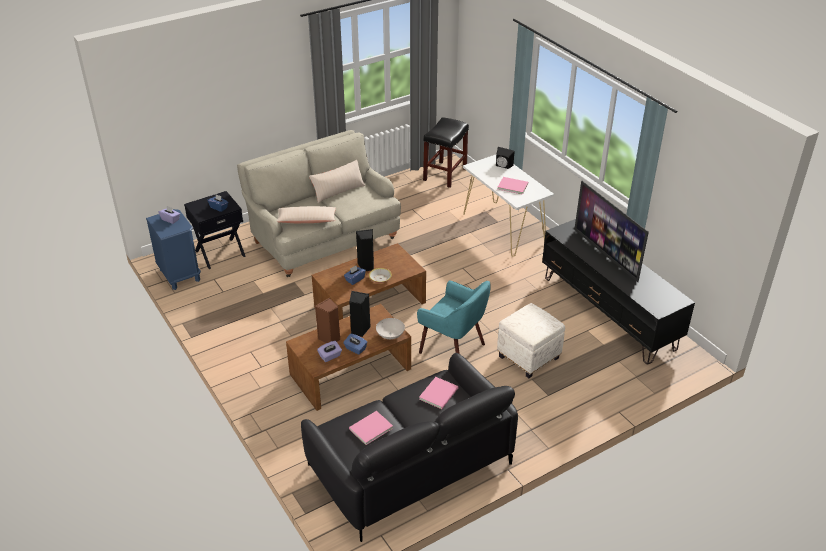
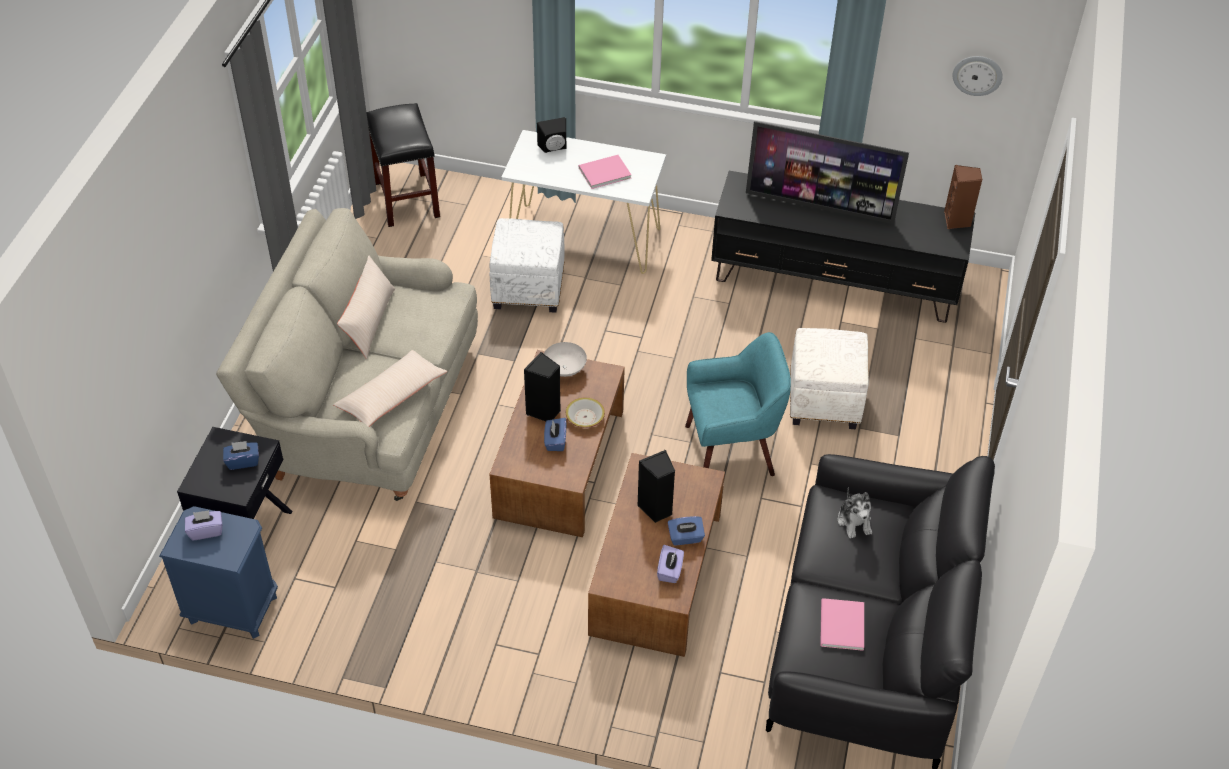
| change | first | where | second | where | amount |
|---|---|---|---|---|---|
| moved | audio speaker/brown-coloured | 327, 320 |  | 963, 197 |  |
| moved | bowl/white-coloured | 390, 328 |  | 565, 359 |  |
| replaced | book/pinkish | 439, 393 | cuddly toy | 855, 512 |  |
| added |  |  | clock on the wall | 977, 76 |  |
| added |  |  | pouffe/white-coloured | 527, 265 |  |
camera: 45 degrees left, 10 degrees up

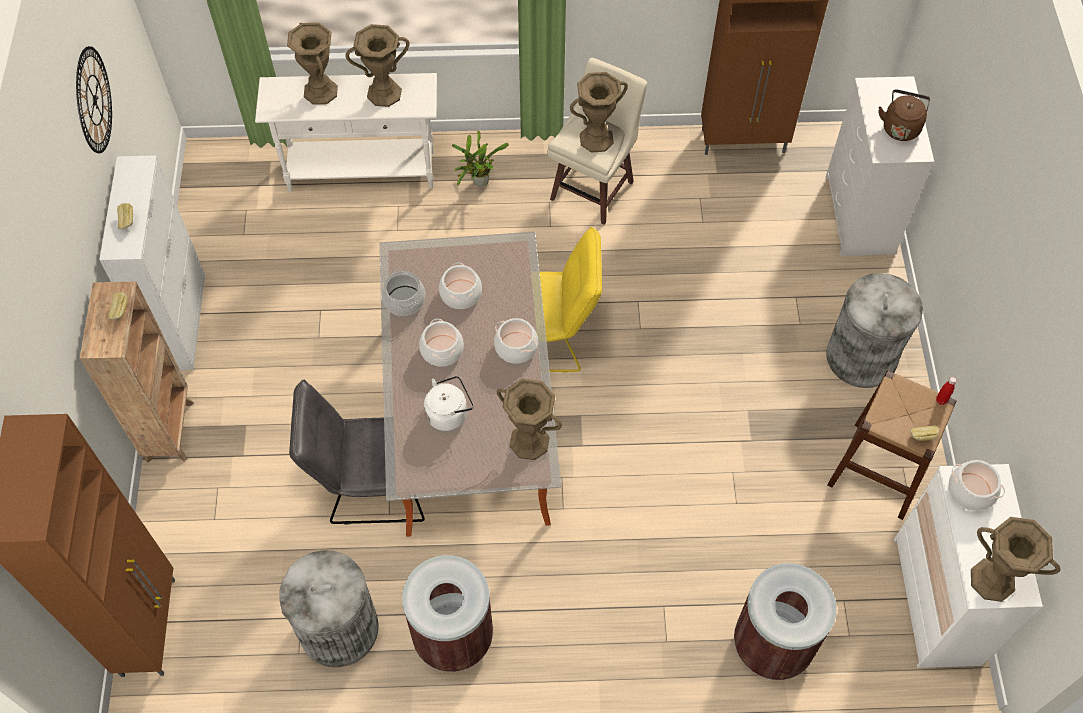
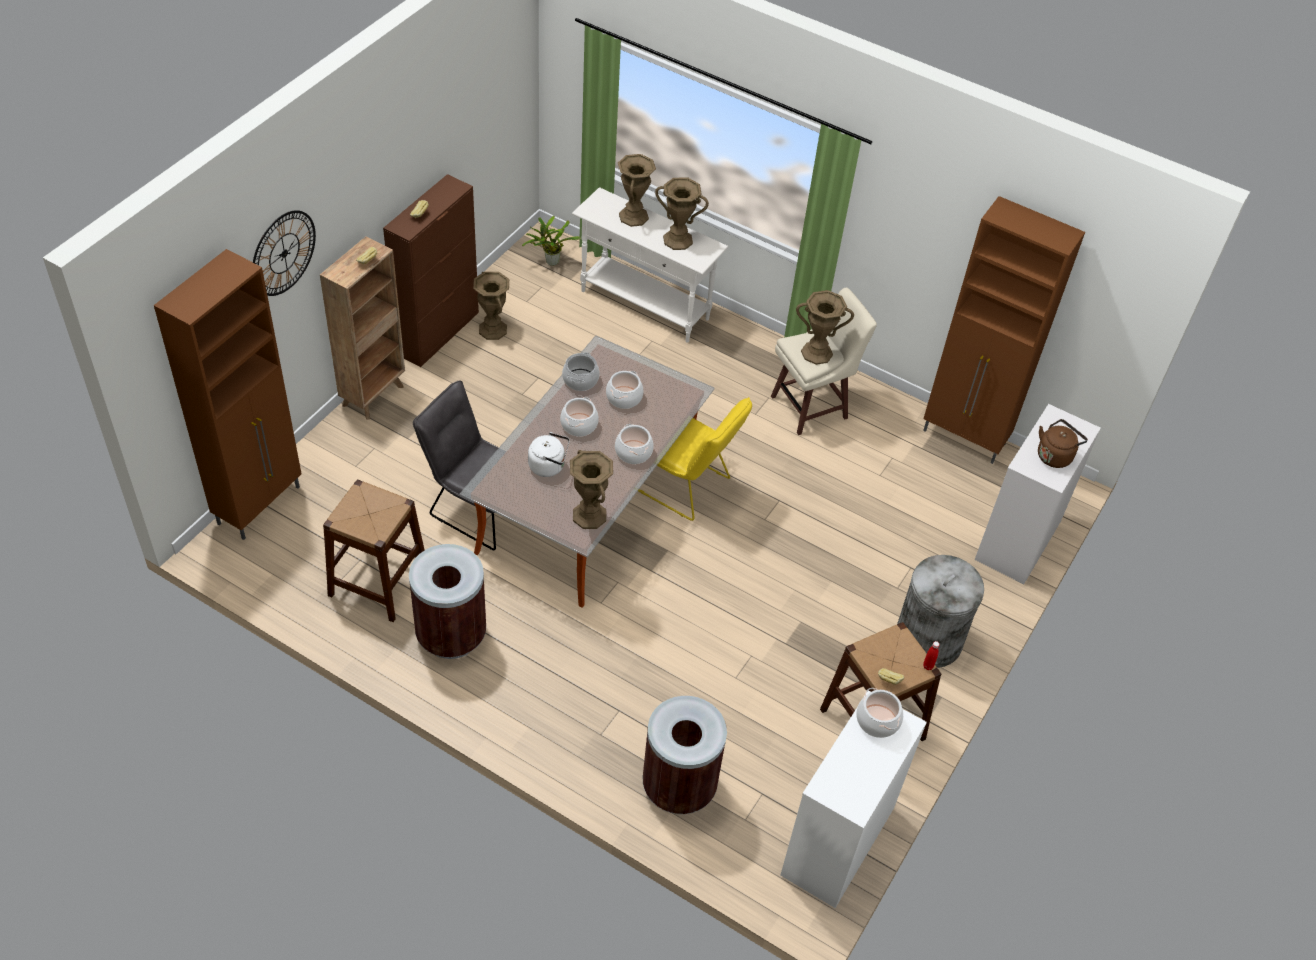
| change | first | where | second | where | amount |
|---|---|---|---|---|---|
| moved | clock on the wall | 94, 99 |  | 284, 253 |  |
| moved | houseplant | 480, 159 |  | 551, 241 |  |
| recoloured | cupboard/white-coloured | 152, 262 | cupboard/brown-coloured | 431, 270 |  |
| moved | vase/brown-coloured | 1016, 559 |  | 491, 306 |  |
| replaced | waste bin/grey | 328, 608 | sitting stool/brown-coloured | 374, 550 |  |
camera: 30 degrees right, 10 degrees down

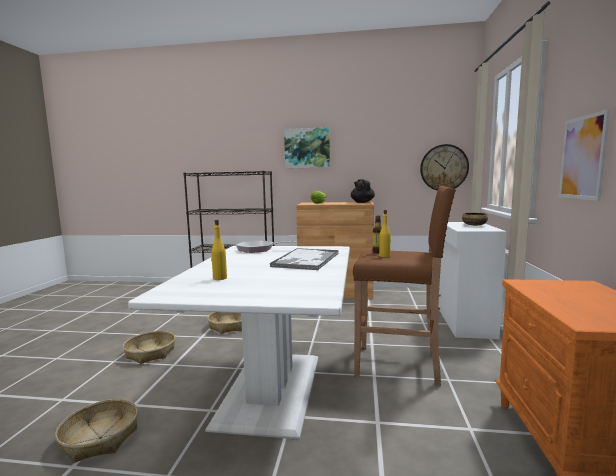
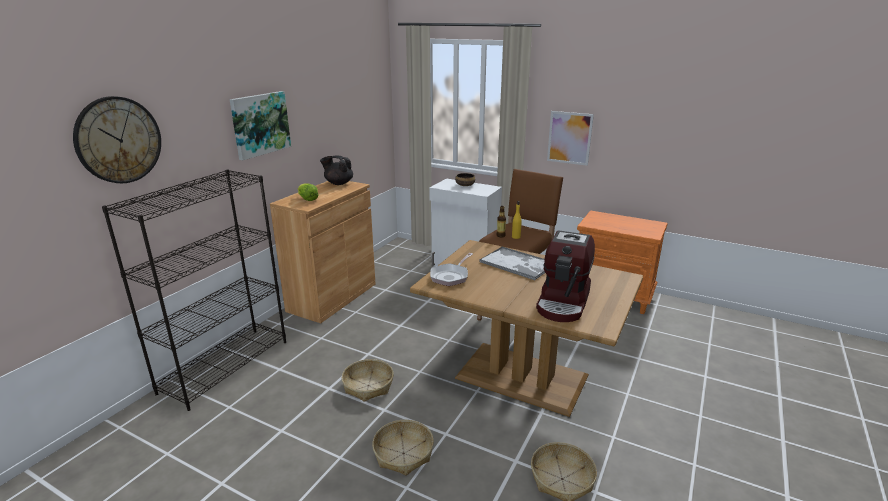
| change | first | where | second | where | amount |
|---|---|---|---|---|---|
| moved | clock on the wall | 444, 167 |  | 117, 139 |  |
| replaced | bottle/yellow | 219, 250 | coffee maker | 565, 276 |  |
| recoloured | dinner table/white-coloured | 239, 342 | dinner table/brown-coloured | 526, 328 |  |
camera: 70 degrees left, 15 degrees up

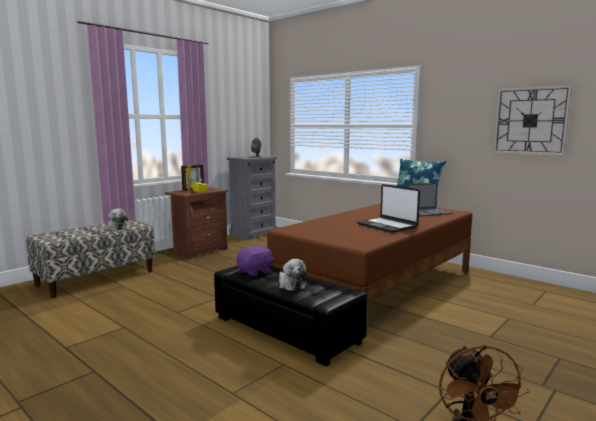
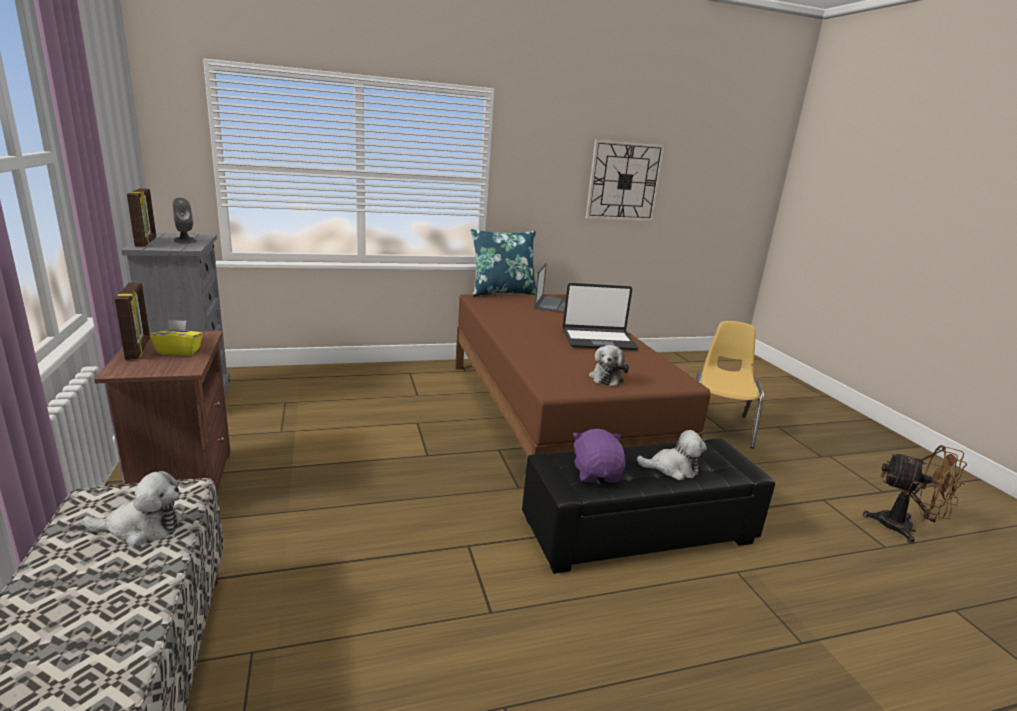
| change | first | where | second | where | amount |
|---|---|---|---|---|---|
| added |  |  | standing frame | 141, 217 |  |
| added |  |  | chair/yellow | 730, 385 |  |
| added |  |  | cuddly toy | 609, 366 |  |
camera: 60 degrees left, 10 degrees up

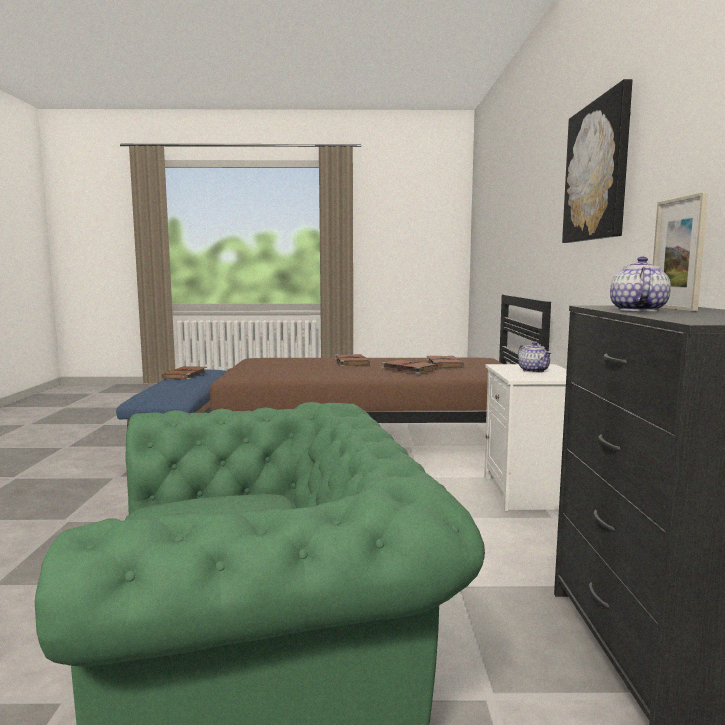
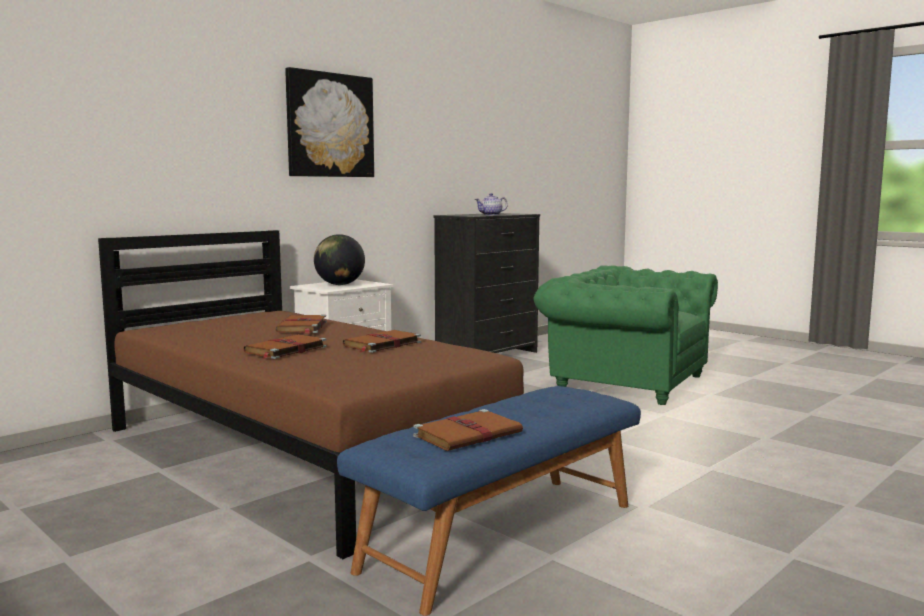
| change | first | where | second | where | amount |
|---|---|---|---|---|---|
| removed | standing frame | 680, 251 |  |  |  |
| replaced | teapot | 535, 357 | desk globe | 339, 259 |  |
| moved | book/brown-coloured | 445, 362 |  | 382, 341 |  |
camera: 135 degrees left, 0 degrees up

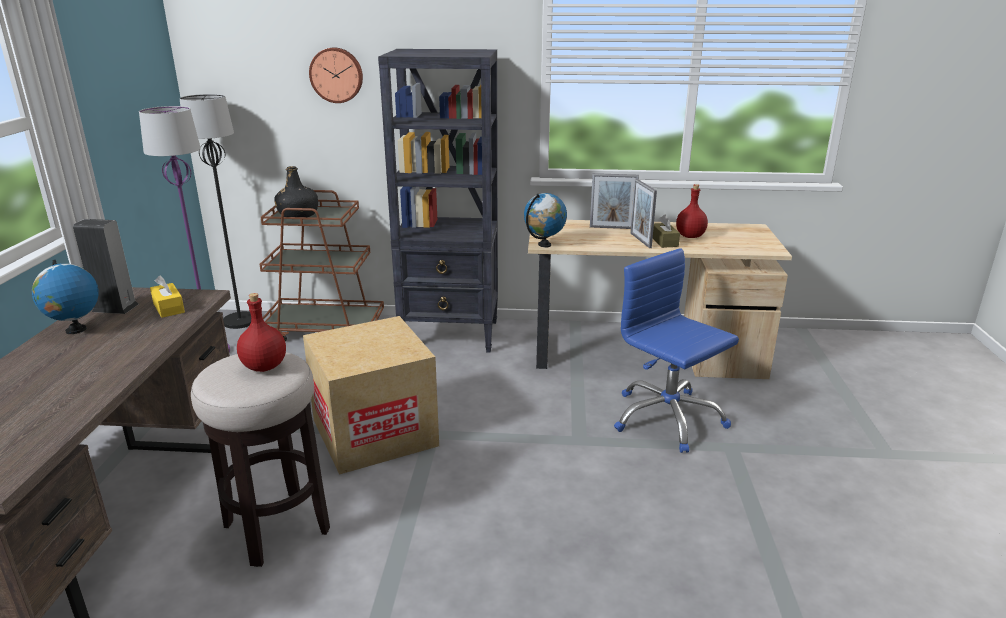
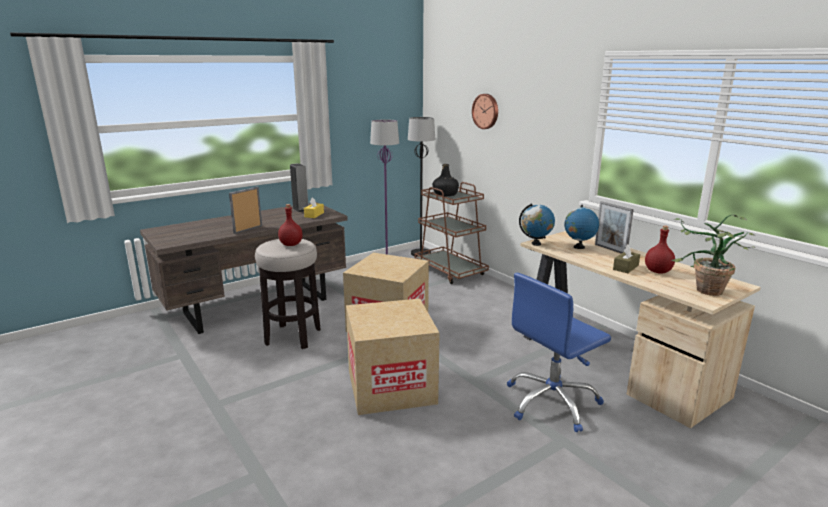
| change | first | where | second | where | amount |
|---|---|---|---|---|---|
| removed | bookcase/black-coloured | 438, 201 |  |  |  |
| moved | standing frame | 643, 213 |  | 245, 210 |  |
| turned | office chair/blue-coloured | 676, 350 |  | 559, 352 | 135 degrees counterclockwise |
| moved | desk globe | 65, 297 |  | 581, 227 |  |
| added |  |  | houseplant | 713, 255 |  |
| added |  |  | packing box | 392, 356 |  |
camera: 50 degrees right, 5 degrees down

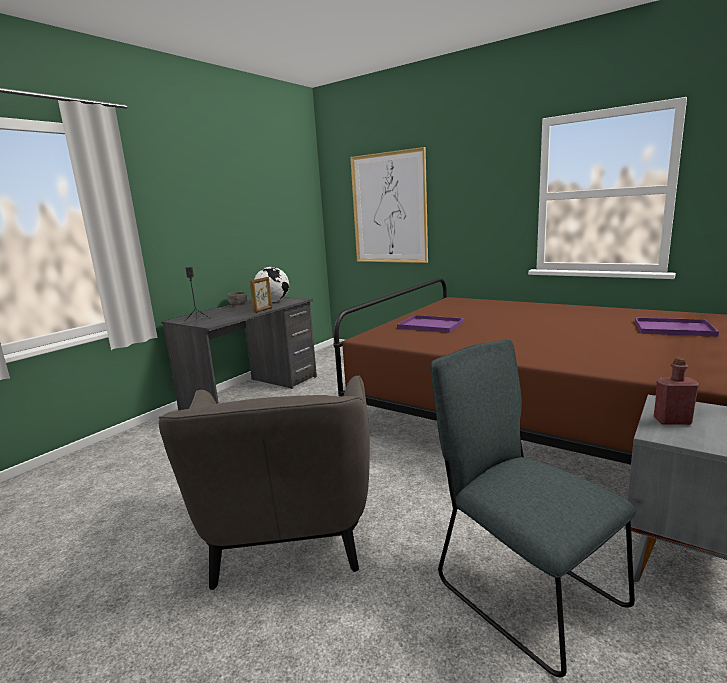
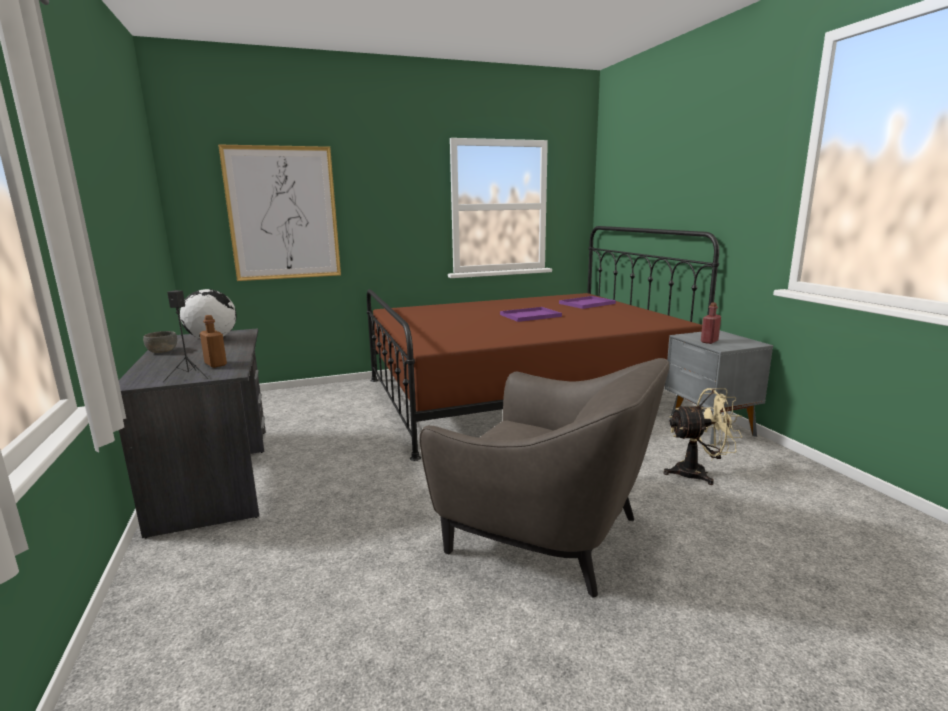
| change | first | where | second | where | amount |
|---|---|---|---|---|---|
| removed | standing frame | 261, 295 |  |  |  |
| moved | serving tray/purplish | 430, 324 |  | 531, 314 |  |
| replaced | chair/grey | 533, 508 | electric fan/beige-coloured | 702, 436 |  |
| added |  |  | bottle/brown-coloured | 213, 341 |  |
camera: 55 degrees left, 0 degrees up

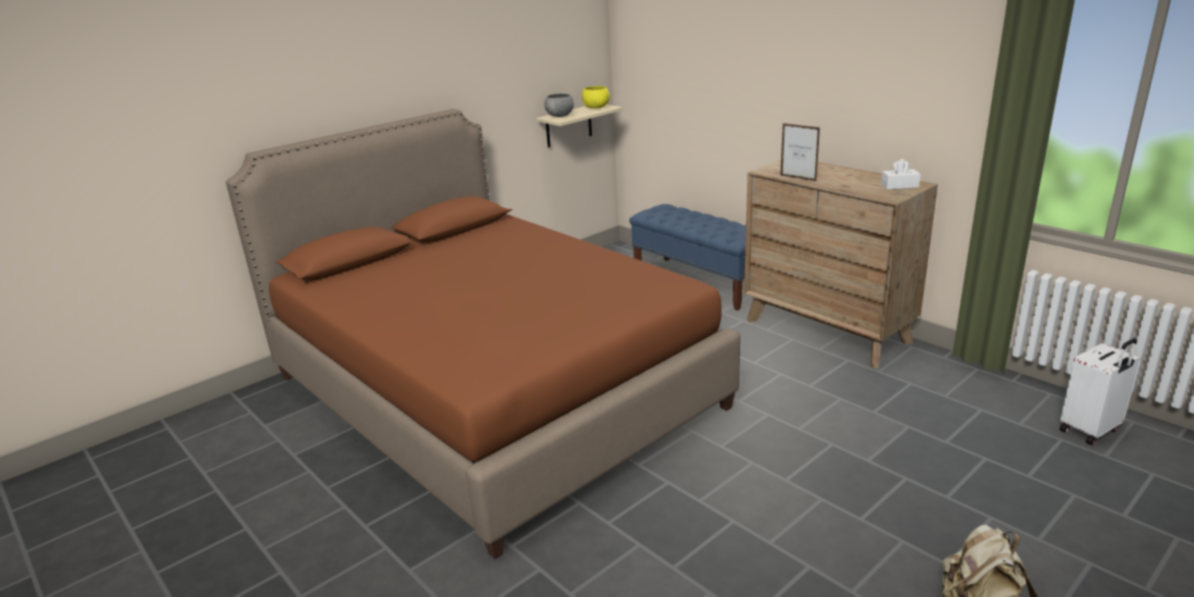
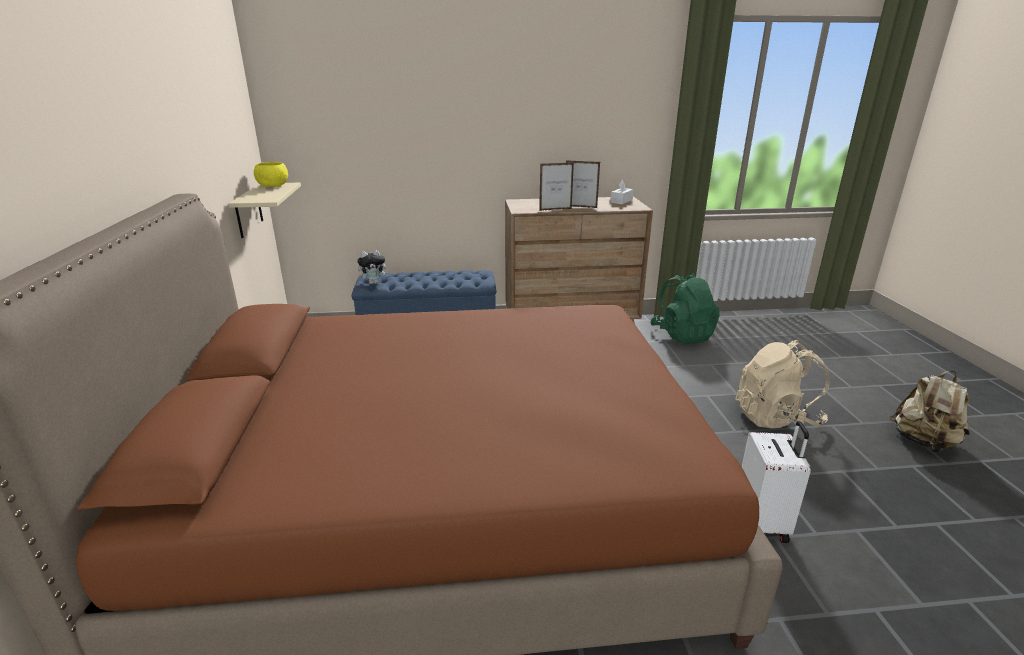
| change | first | where | second | where | amount |
|---|---|---|---|---|---|
| removed | bowl/grey | 559, 105 |  |  |  |
| moved | piece of luggage/white-coloured | 1100, 391 |  | 776, 482 |  |
| added |  |  | standing frame | 583, 184 |  |
| added |  |  | cuddly toy | 373, 267 |  |
| added |  |  | backpack/green-coloured | 685, 308 |  |
| added |  |  | backpack/beige-coloured | 782, 384 |  |
camera: 55 degrees left, 0 degrees up

